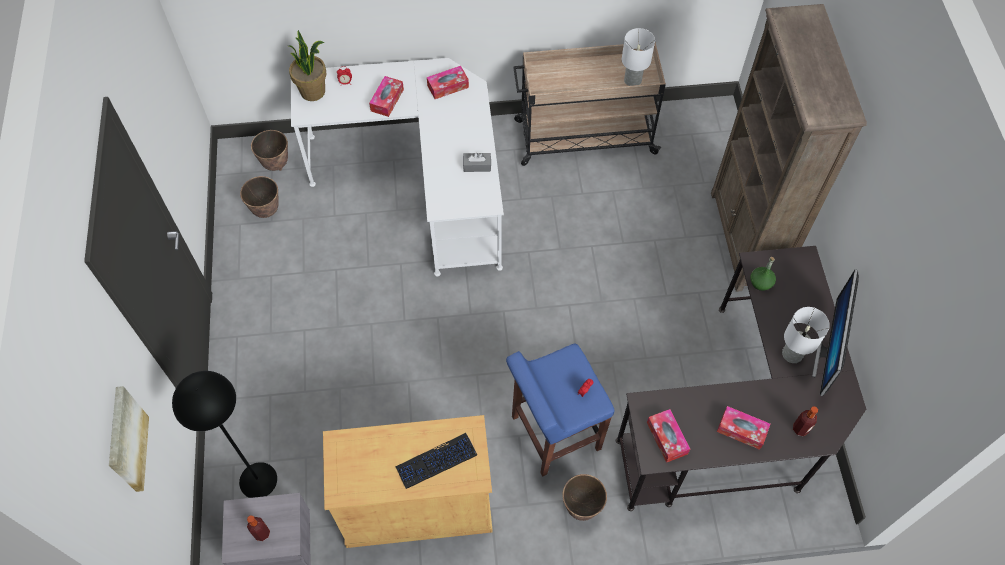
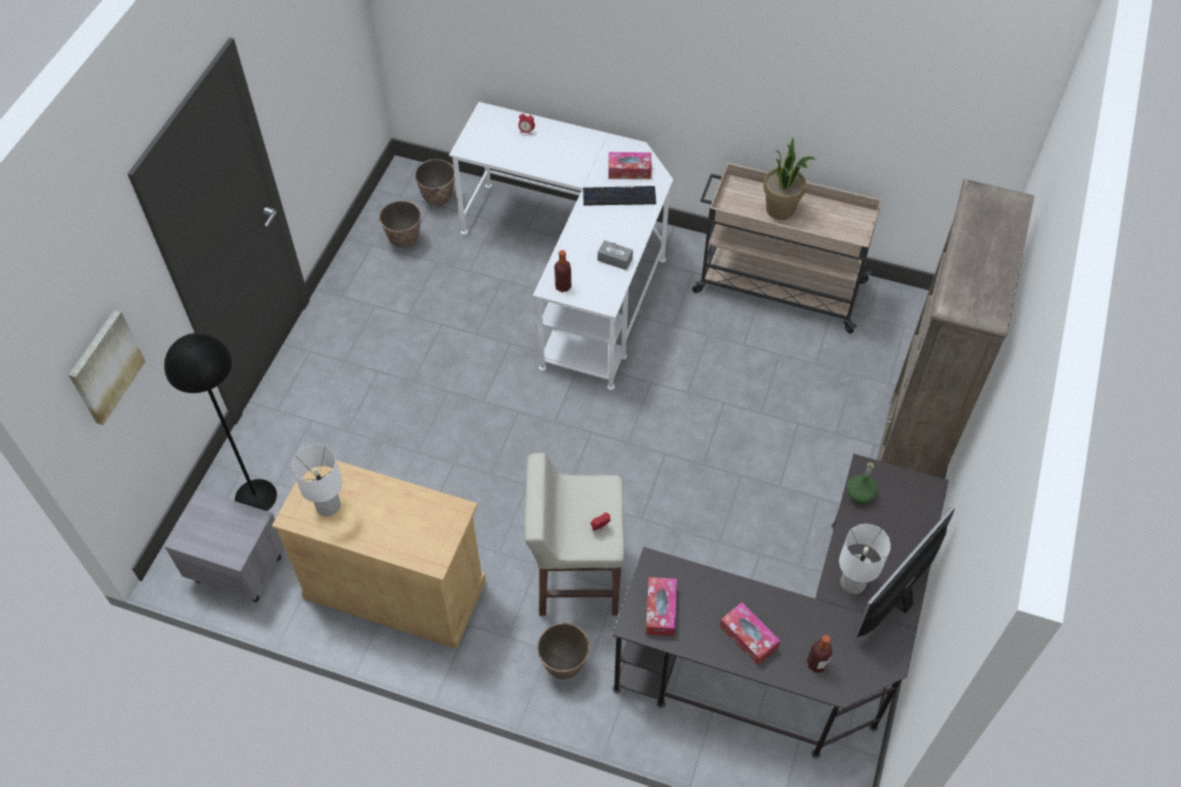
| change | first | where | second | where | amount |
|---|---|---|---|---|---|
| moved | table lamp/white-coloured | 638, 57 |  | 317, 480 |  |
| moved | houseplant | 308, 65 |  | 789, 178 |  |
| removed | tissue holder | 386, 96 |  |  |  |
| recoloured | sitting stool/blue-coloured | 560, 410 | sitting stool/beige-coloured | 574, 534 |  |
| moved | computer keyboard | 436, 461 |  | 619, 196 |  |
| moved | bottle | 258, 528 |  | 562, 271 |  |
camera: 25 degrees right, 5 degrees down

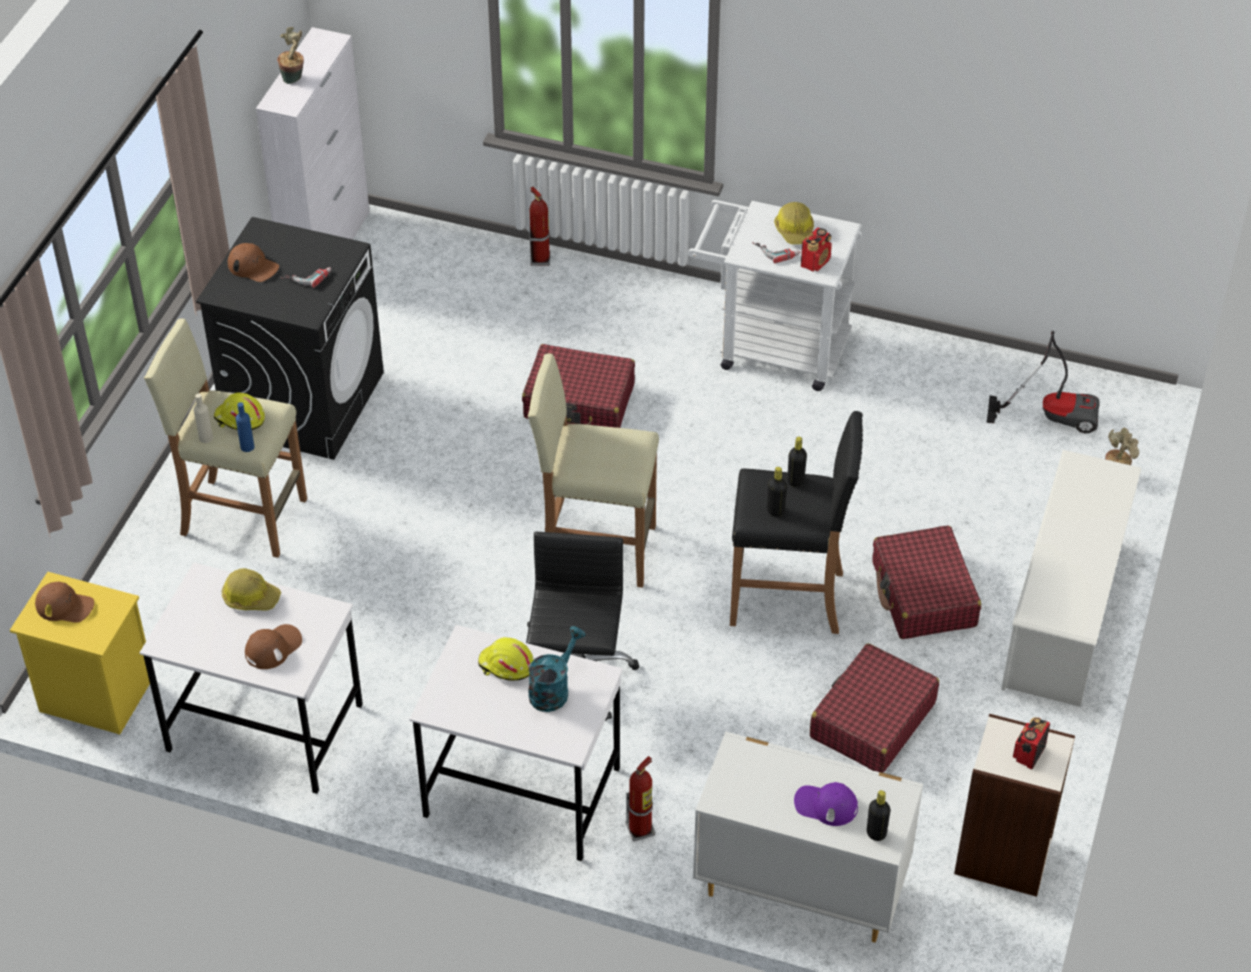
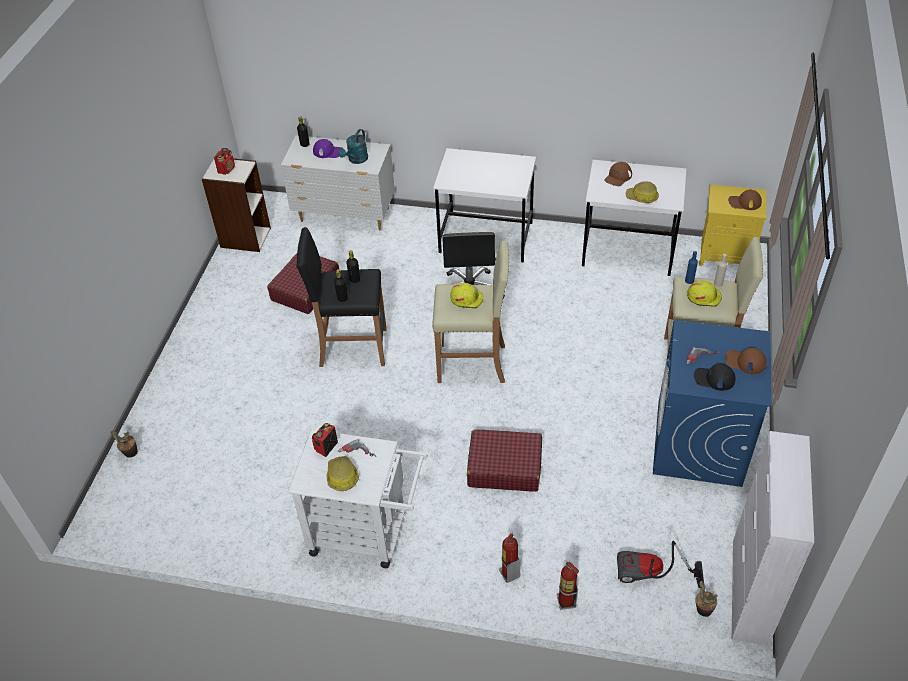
| change | first | where | second | where | amount |
|---|---|---|---|---|---|
| moved | houseplant | 290, 55 |  | 706, 599 |  |
| recoloured | washing machine/black-coloured | 290, 338 | washing machine/blue-coloured | 712, 403 |  |
| moved | hoover | 1043, 382 |  | 661, 564 |  |
| removed | shoe rack/white-coloured | 1071, 578 |  |  |  |
| removed | piece of luggage/red-coloured | 927, 582 |  |  |  |
| moved | watering pot/turquoise | 557, 669 |  | 353, 146 |  |
| moved | safety helmet/yellow | 505, 659 |  | 466, 296 |  |
| moved | fire extinguisher | 640, 798 |  | 510, 558 |  |
| added |  |  | cap/black-coloured | 715, 377 |  |
camera: 175 degrees right, 0 degrees up

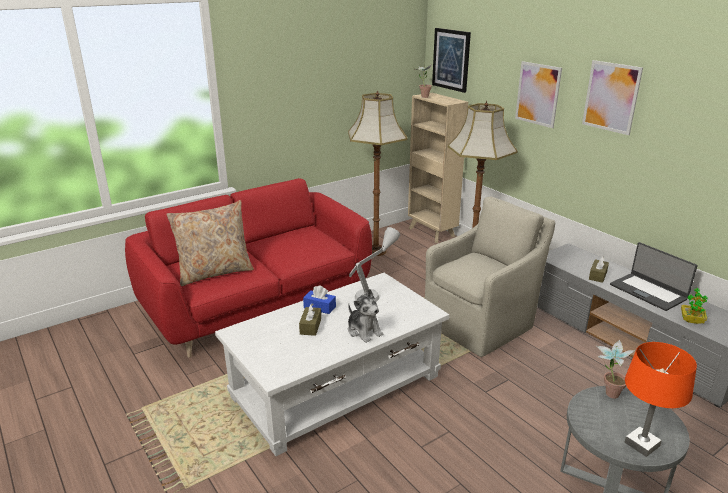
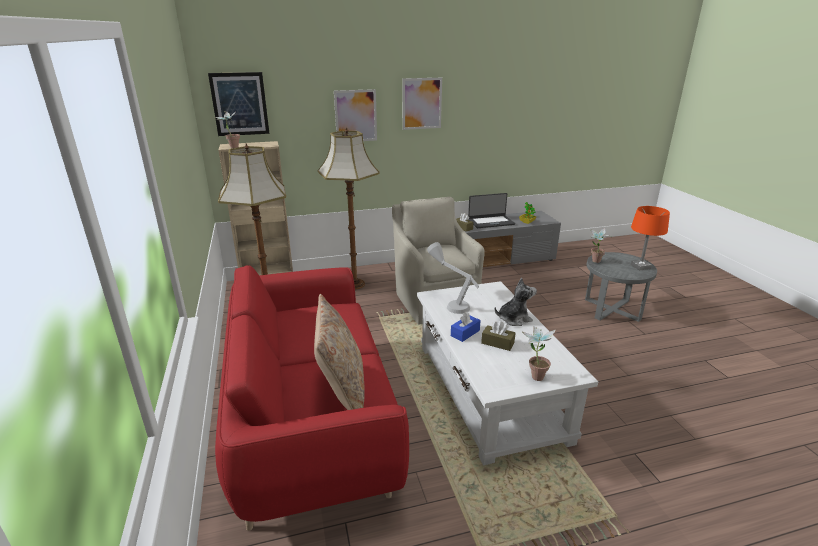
| change | first | where | second | where | amount |
|---|---|---|---|---|---|
| added |  |  | houseplant | 538, 354 |  |
camera: 70 degrees left, 0 degrees up

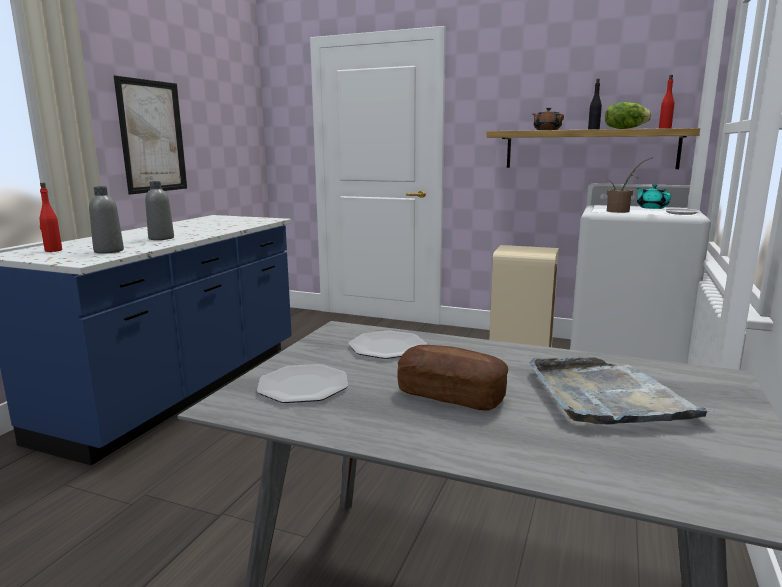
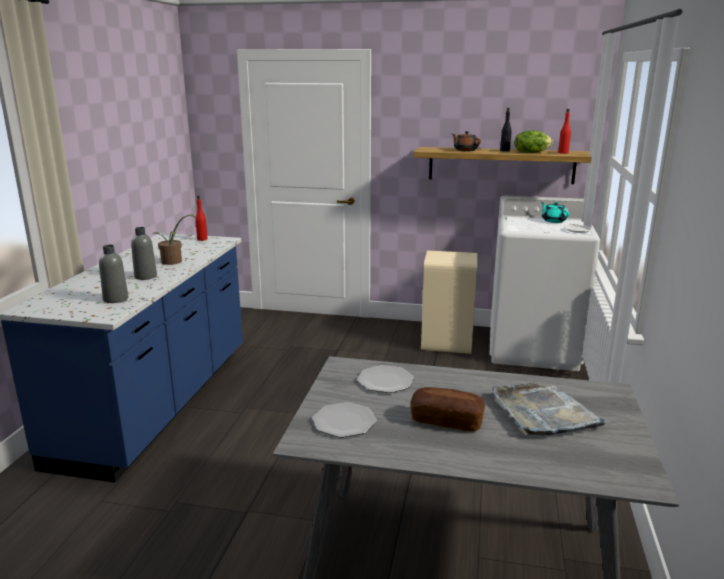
| change | first | where | second | where | amount |
|---|---|---|---|---|---|
| removed | wall picture | 150, 134 |  |  |  |
| moved | houseplant | 628, 185 |  | 173, 239 |  |
| moved | bottle/red-coloured | 51, 217 |  | 201, 218 |  |
camera: 10 degrees left, 5 degrees up

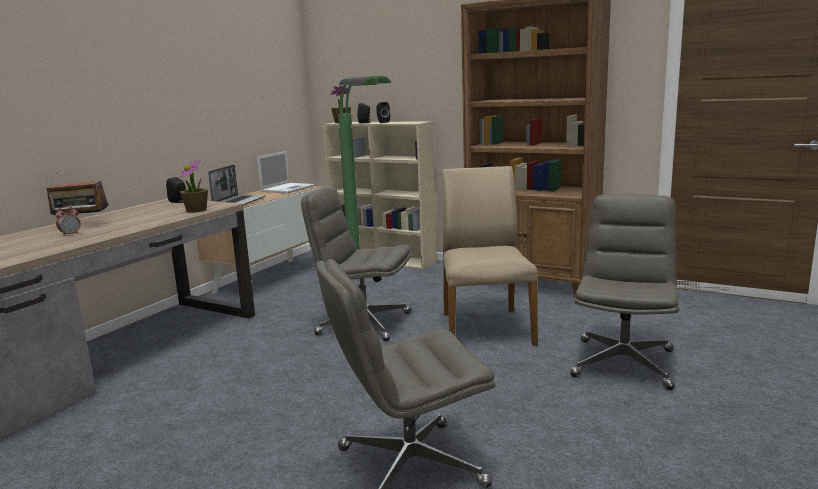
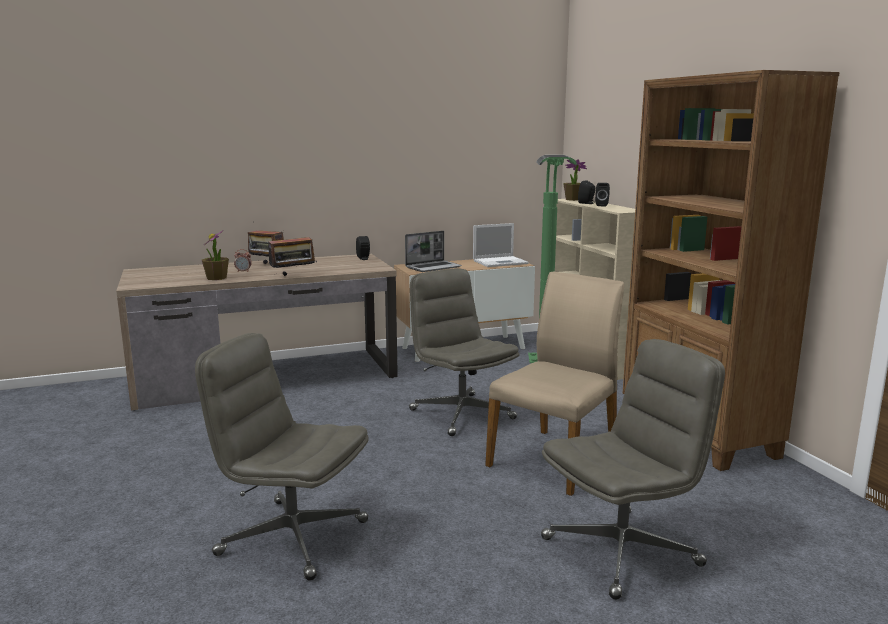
| change | first | where | second | where | amount |
|---|---|---|---|---|---|
| moved | houseplant | 194, 186 |  | 215, 255 |  |
| added |  |  | radio set | 292, 256 |  |
camera: 40 degrees right, 0 degrees up

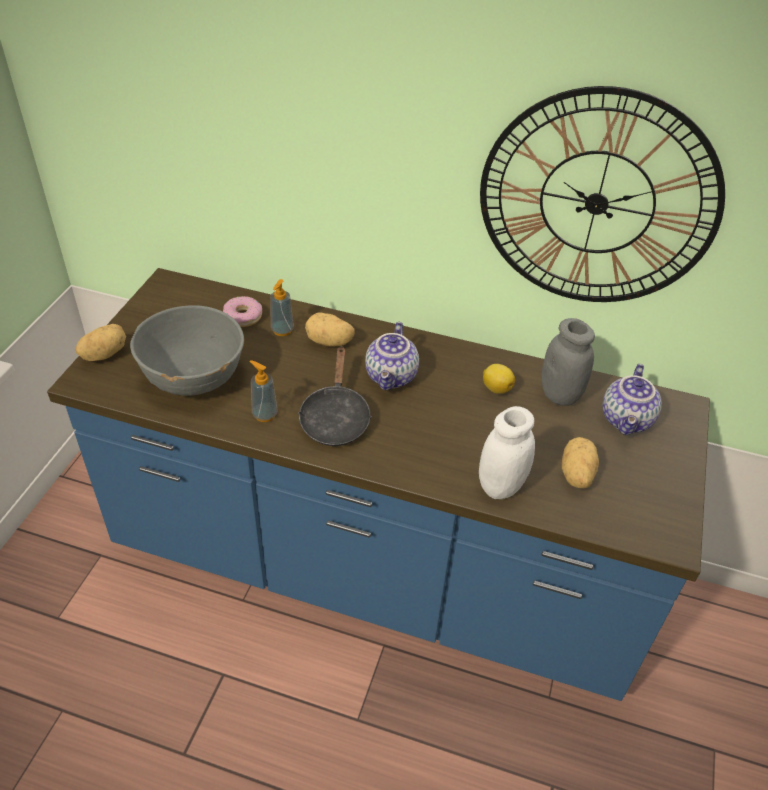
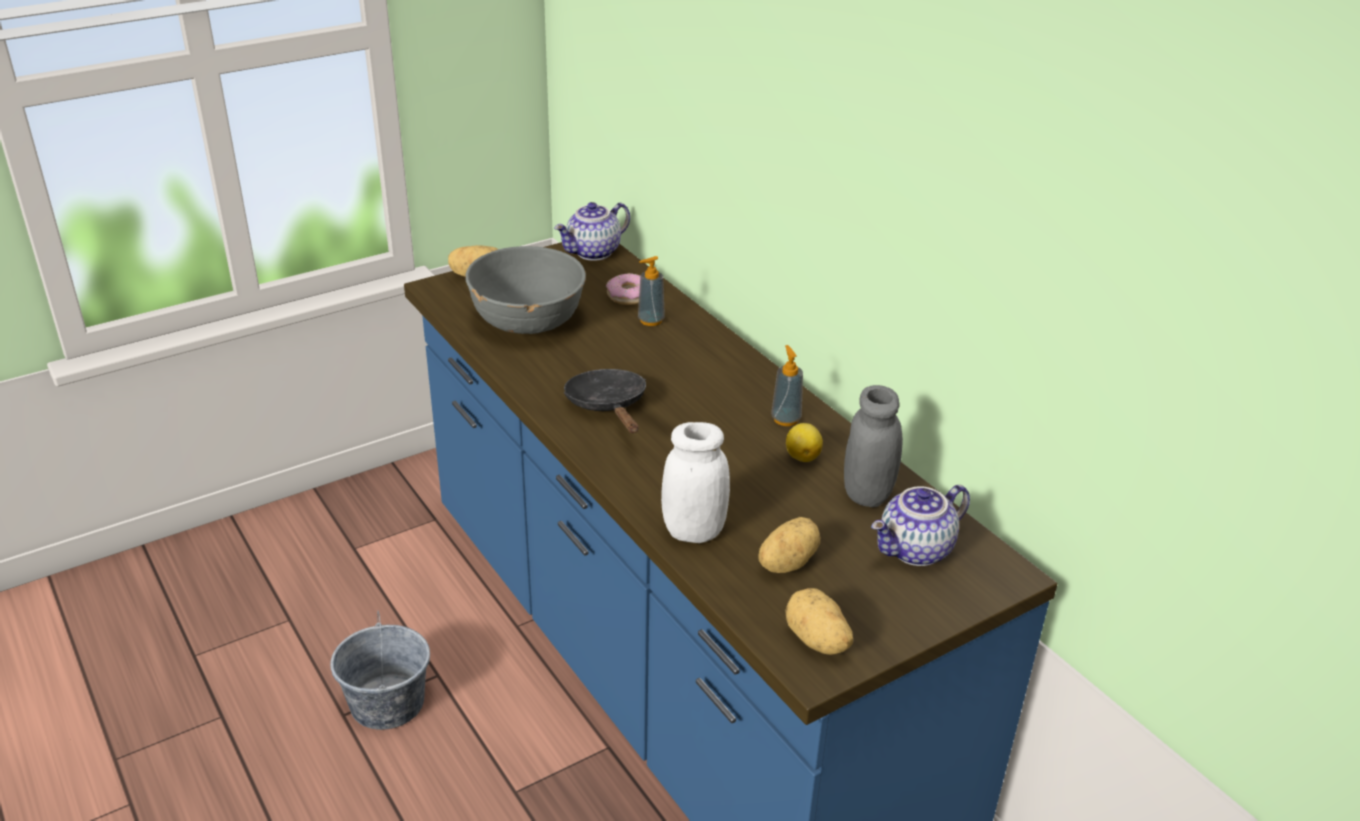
| change | first | where | second | where | amount |
|---|---|---|---|---|---|
| removed | clock on the wall | 602, 194 |  |  |  |
| moved | whole potato | 330, 330 |  | 819, 621 |  |
| moved | teapot | 392, 356 |  | 592, 231 |  |
| turned | frying pan/black-coloured | 335, 396 |  | 605, 401 | 120 degrees clockwise |
| moved | liquid soap bottle | 263, 391 |  | 787, 385 |  |
| added |  |  | water bucket/grey | 380, 670 |  |
camera: 40 degrees right, 10 degrees down

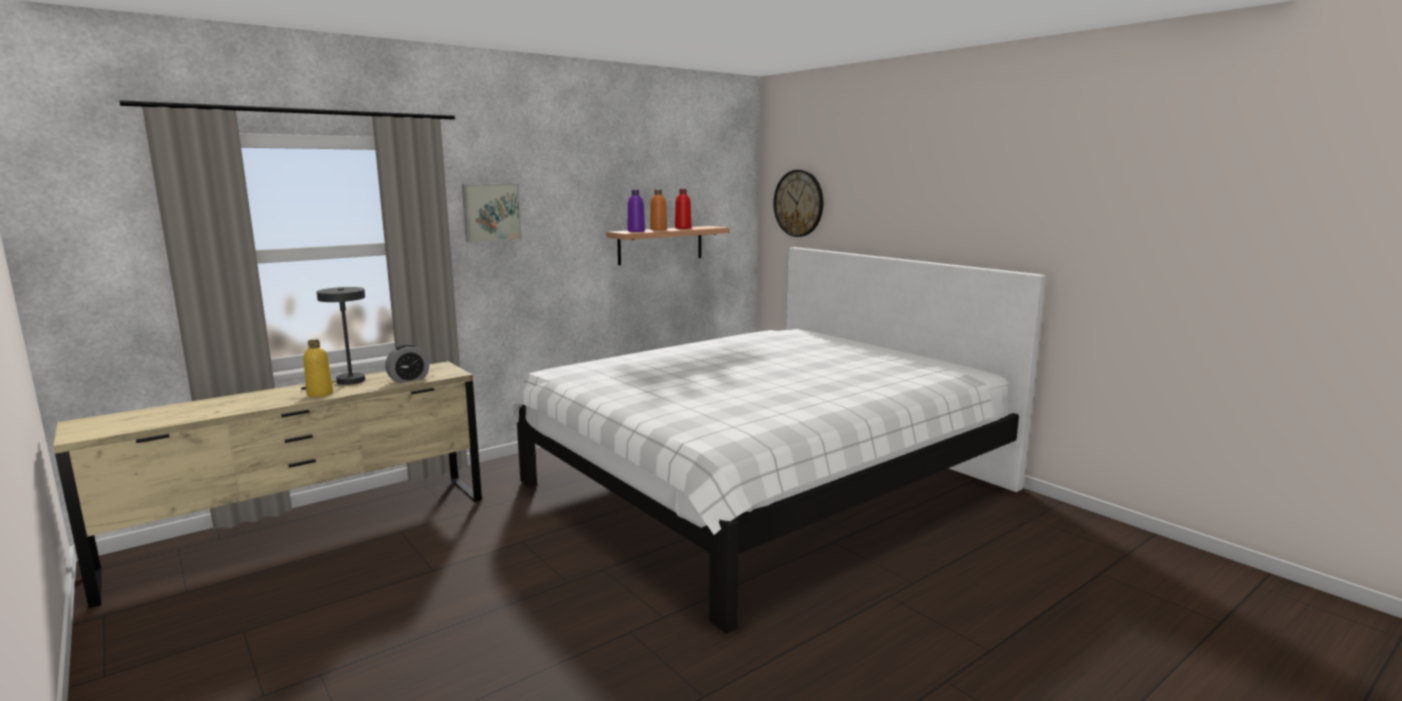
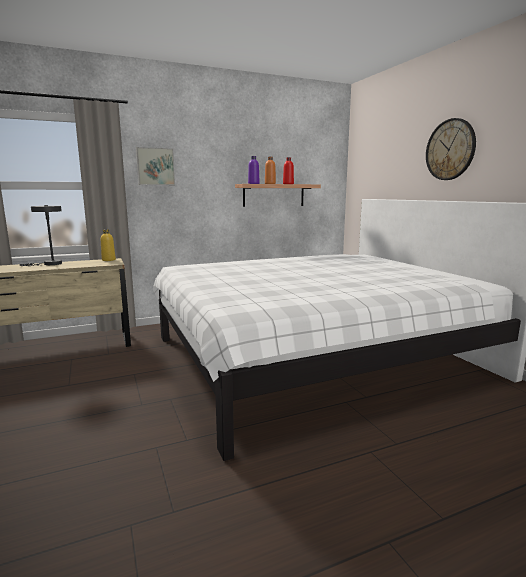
| change | first | where | second | where | amount |
|---|---|---|---|---|---|
| moved | clock on the wall | 798, 203 |  | 451, 149 |  |
| moved | bottle/yellow | 318, 368 |  | 108, 245 |  |
| removed | alarm clock | 407, 363 |  |  |  |
camera: 15 degrees right, 0 degrees up

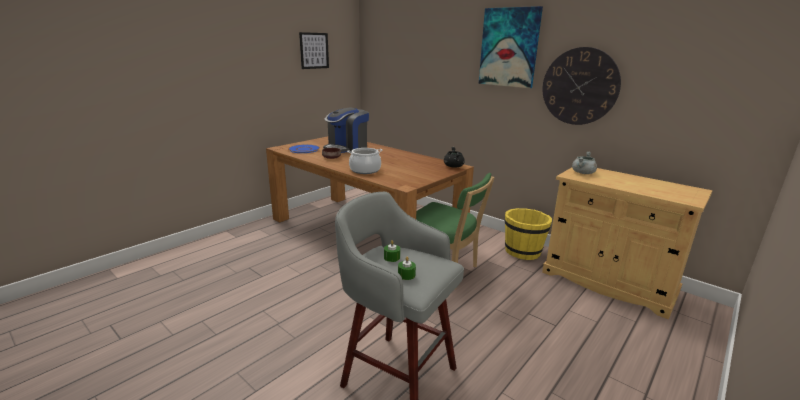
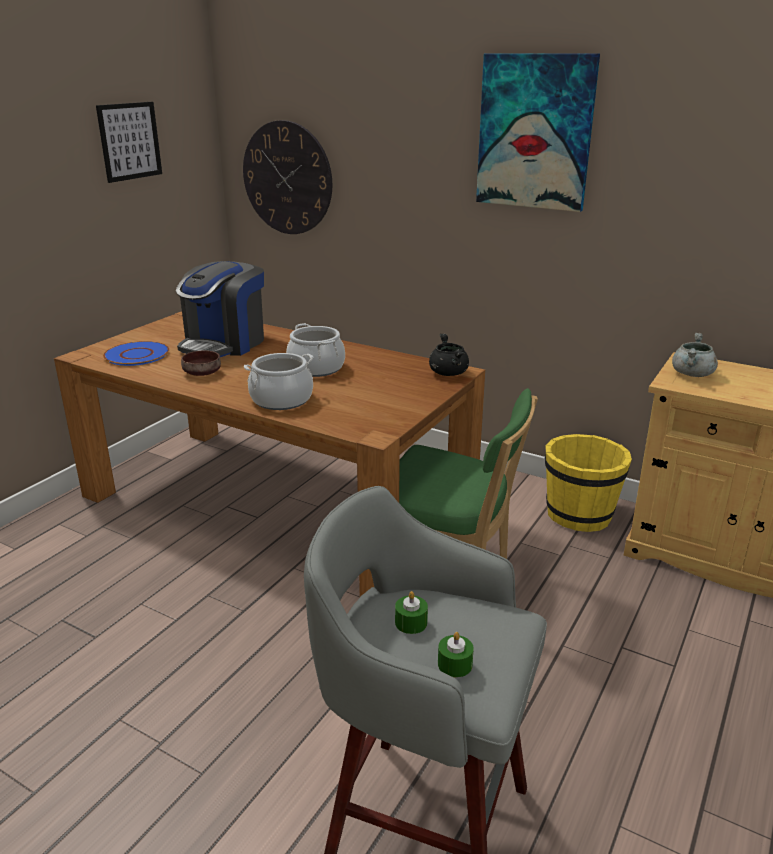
| change | first | where | second | where | amount |
|---|---|---|---|---|---|
| moved | clock on the wall | 582, 86 |  | 287, 177 |  |
| added |  |  | stockpot | 315, 350 |  |
camera: 10 degrees left, 5 degrees up

